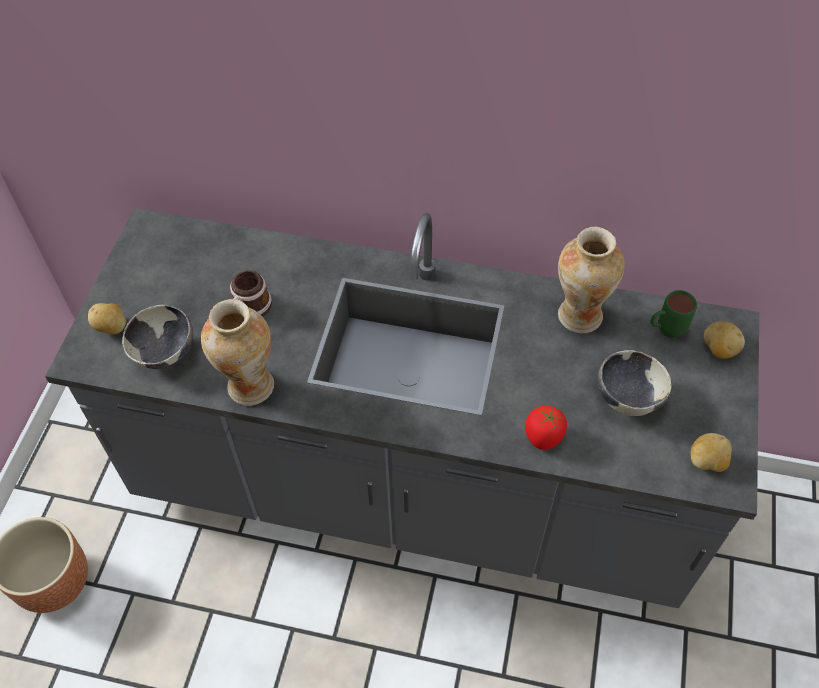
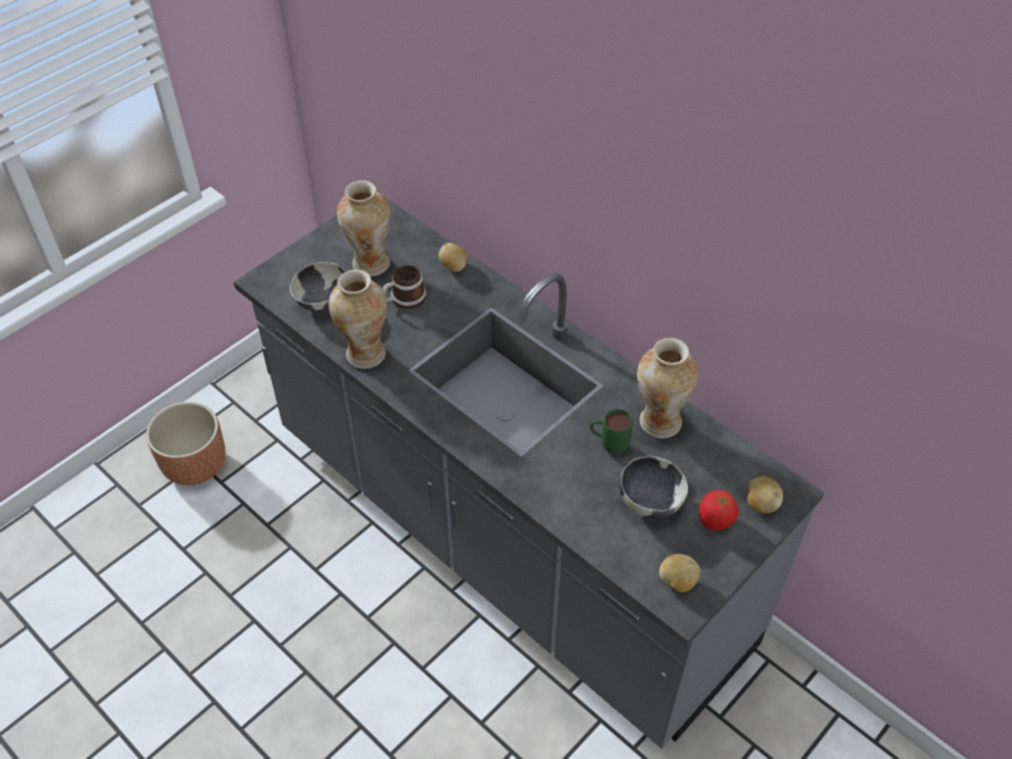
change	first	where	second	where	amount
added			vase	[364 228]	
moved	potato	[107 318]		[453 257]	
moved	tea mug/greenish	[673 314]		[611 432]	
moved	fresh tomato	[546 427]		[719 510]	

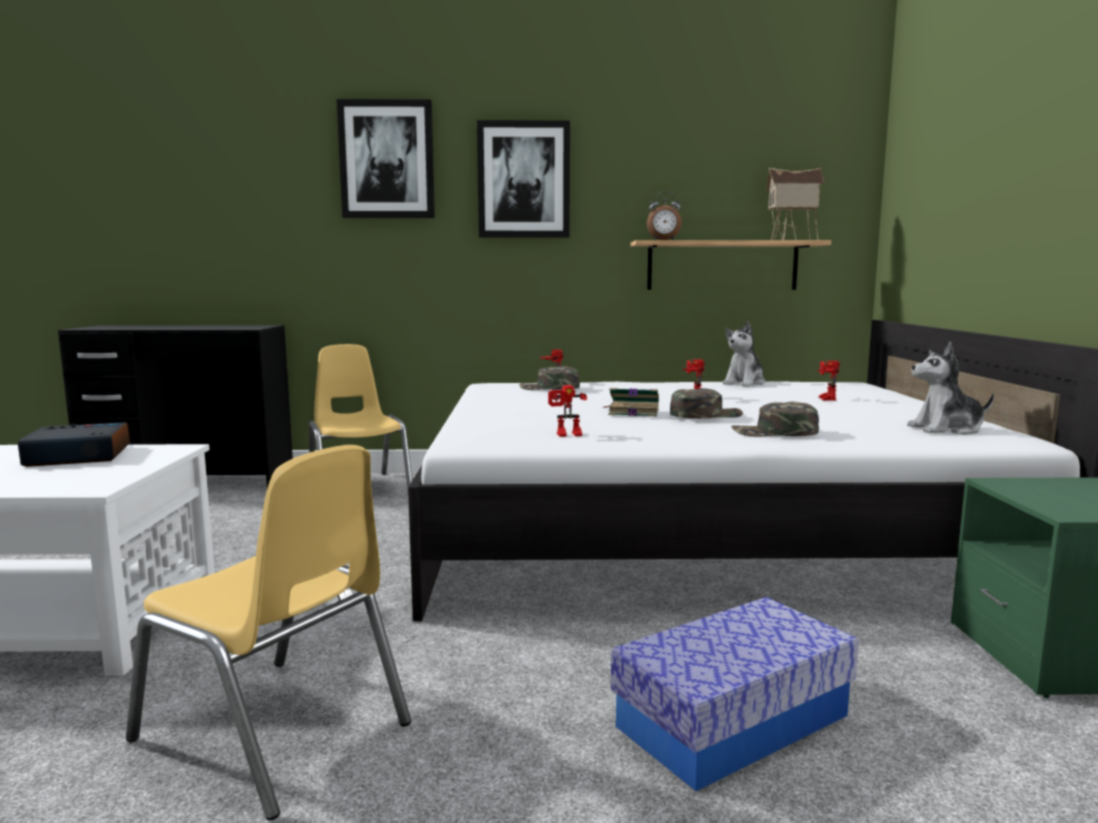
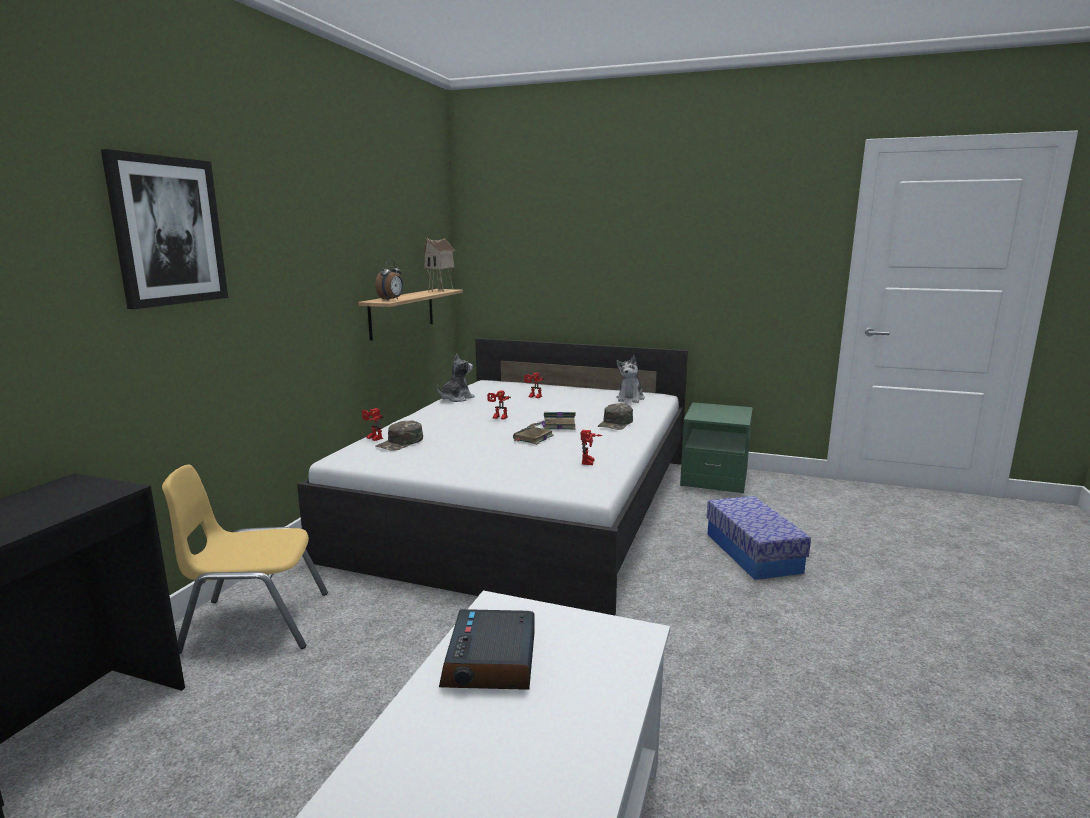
change	first	where	second	where	amount
turned	cuddly toy	[744 353]		[456 378]	105 degrees counterclockwise
replaced	peaked cap/greenish	[706 403]	book	[558 421]	
removed	chair/yellow-coloured	[268 633]			
removed	picture	[523 178]			

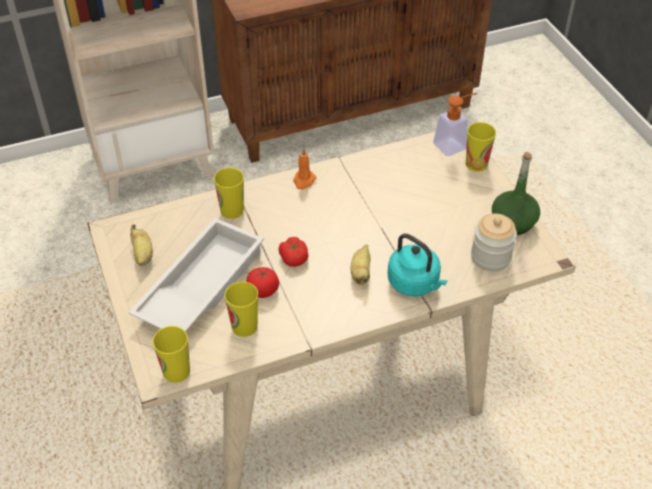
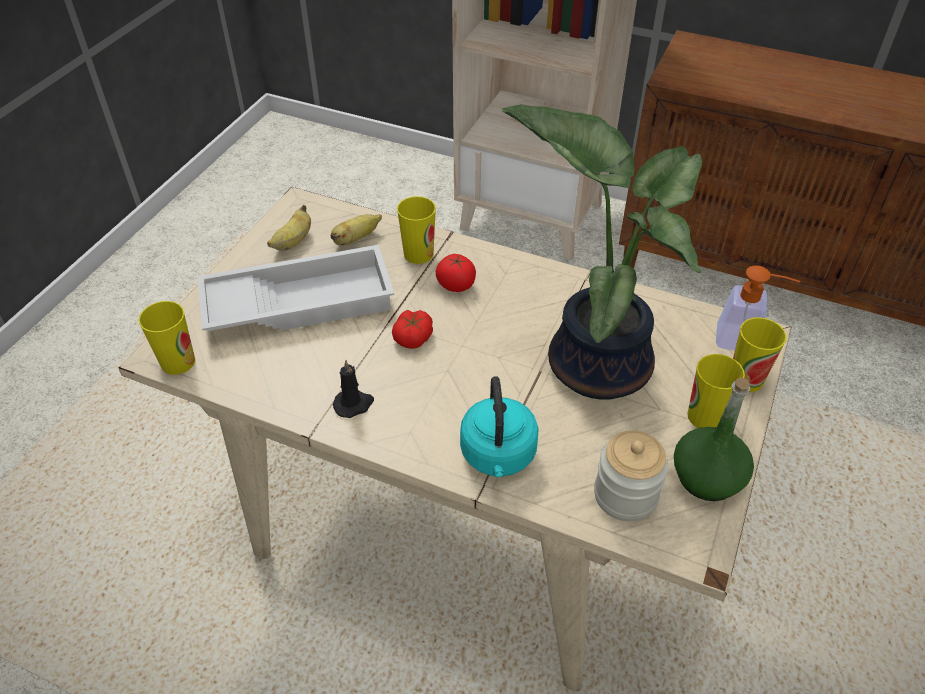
change	first	where	second	where	amount
moved	whole banana	[360 265]		[356 229]	
added			wax light/black	[353 389]	
moved	fresh tomato	[262 282]		[456 273]	
added			potted plant	[601 252]	
moved	cup	[241 309]		[716 391]	
removed	wax light/orange-coloured	[304 169]			

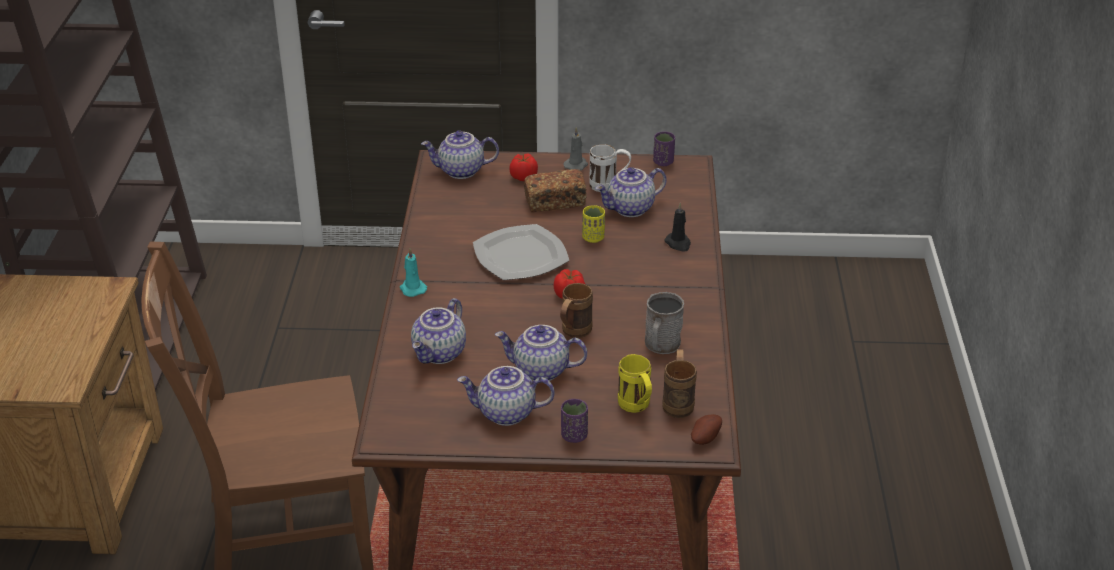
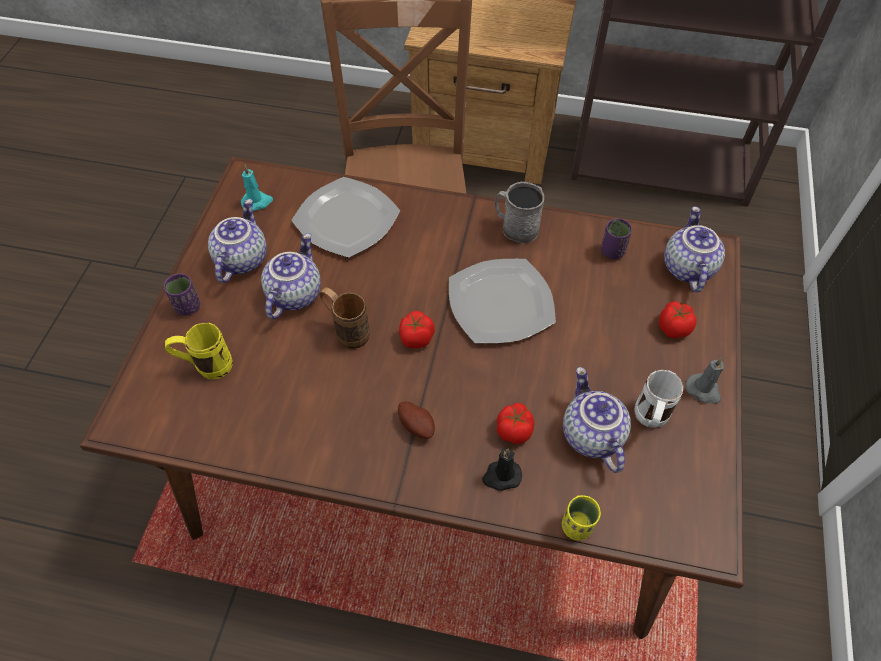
change	first	where	second	where	amount
moved	wax light/turquoise	[413 272]		[257 188]	
replaced	pot for tea	[438 331]	plate	[345 217]	
moved	potato	[706 429]		[416 420]	
moved	tea mug/greyish	[664 323]		[519 213]	
added			fresh tomato	[515 423]	
moved	cup/yellow-coloured	[593 224]		[581 518]	
moved	cup/purple	[664 149]		[616 238]	
removed	bread	[555 191]			
removed	tea mug/brown-coloured	[679 383]			

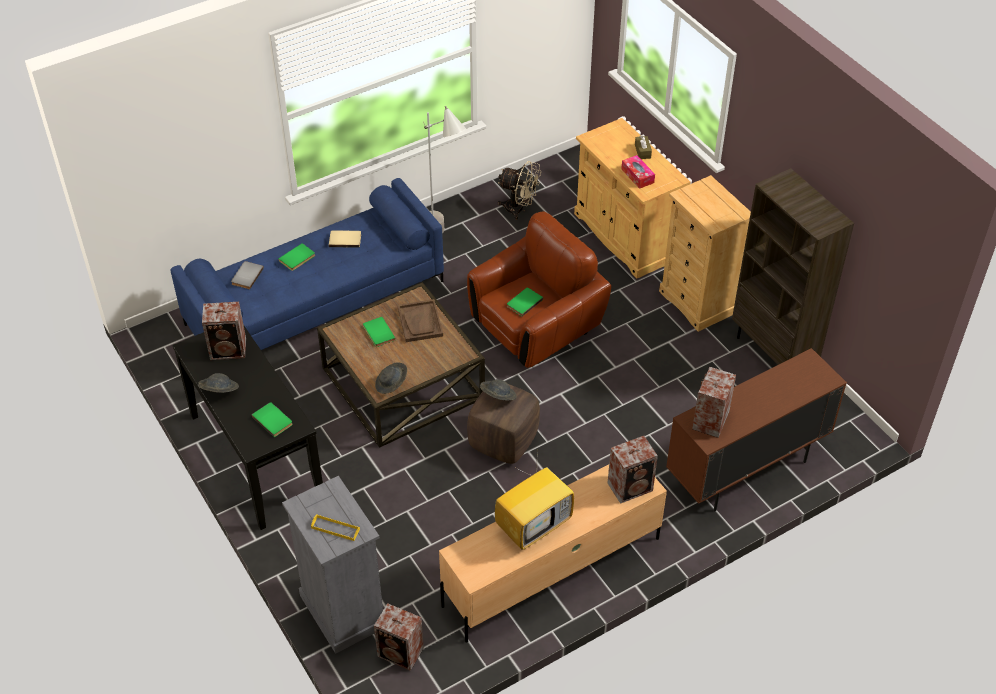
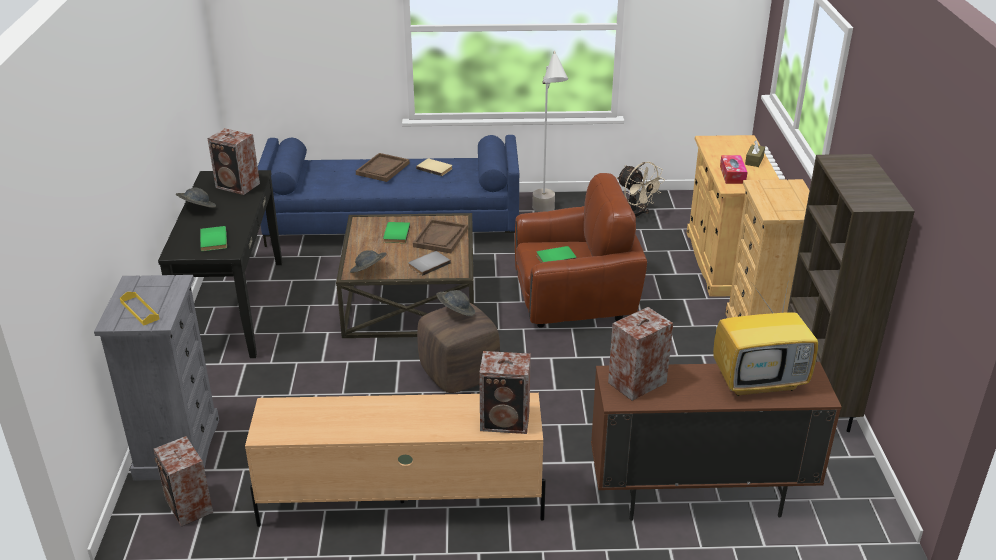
change	first	where	second	where	amount
replaced	book/greenish	[296 257]	tray/brown-coloured	[383 167]	
moved	book/greyish	[247 275]		[429 263]	
moved	TV set	[534 498]		[765 335]	

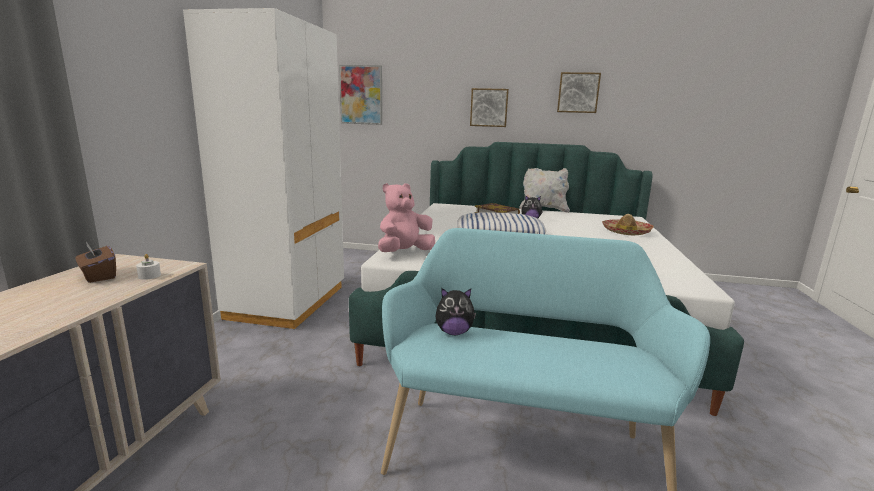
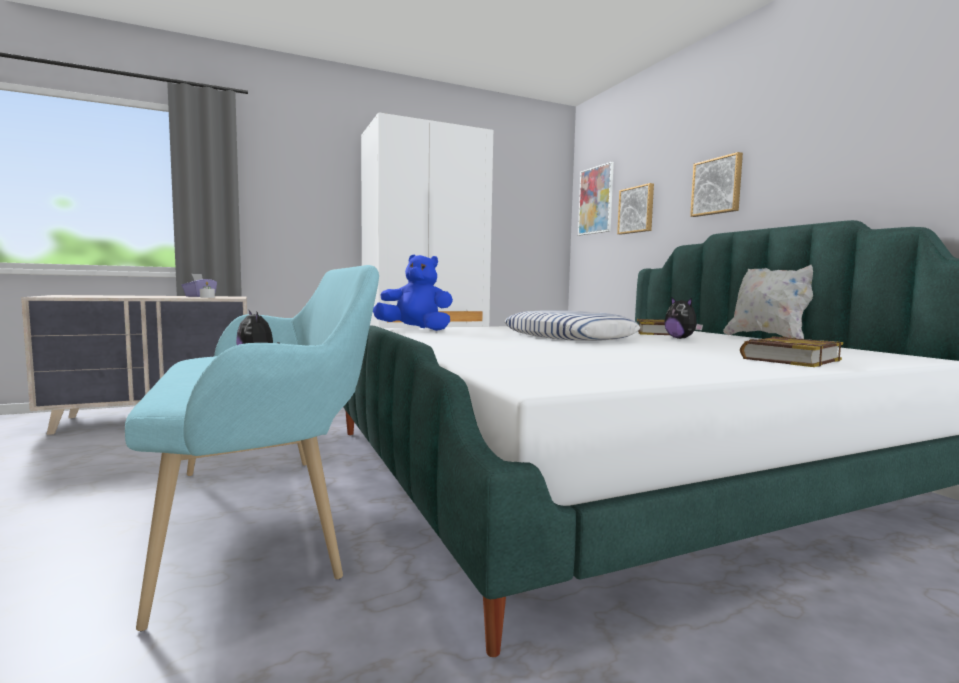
change	first	where	second	where	amount
recoloured	tissue holder/brown-coloured	[95 262]	tissue holder/purple	[199 285]	
recoloured	cuddly toy/pinkish	[406 217]	cuddly toy/bluish	[413 293]	
moved	picture	[579 92]		[635 209]	
replaced	clothing hat	[628 224]	book	[791 351]	

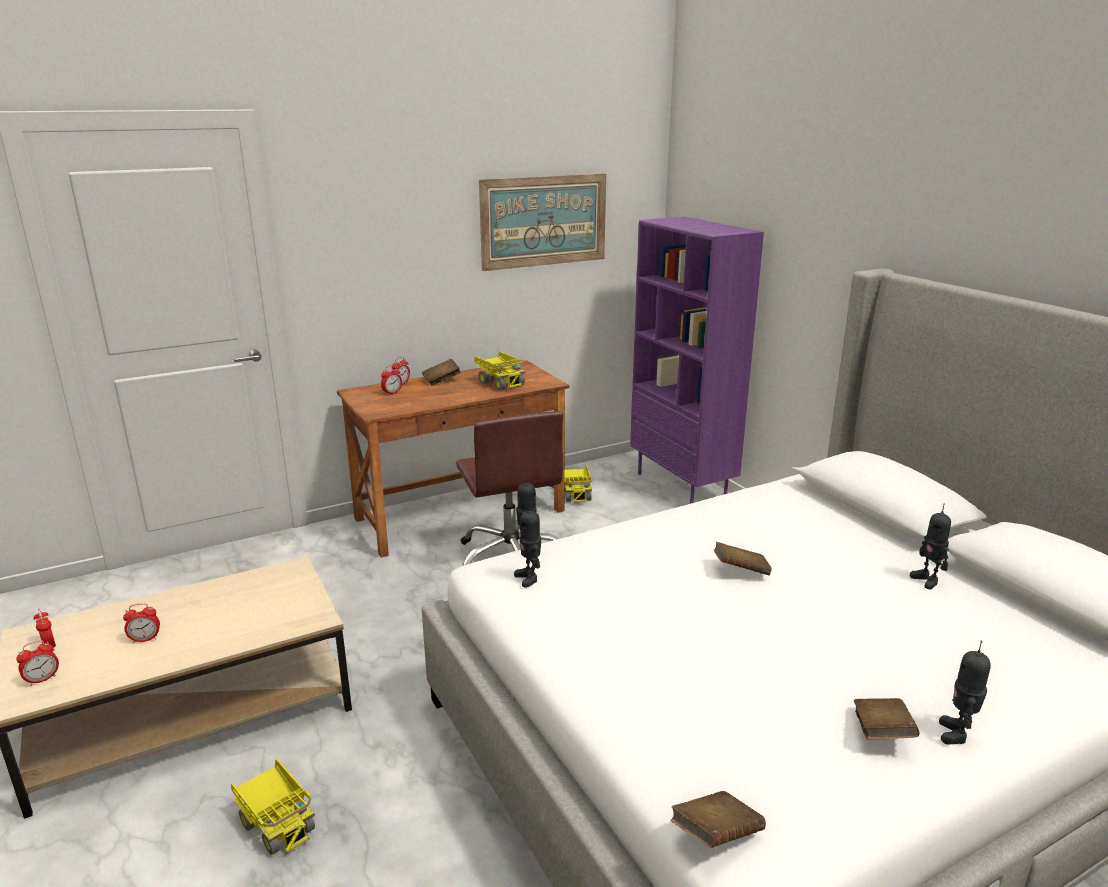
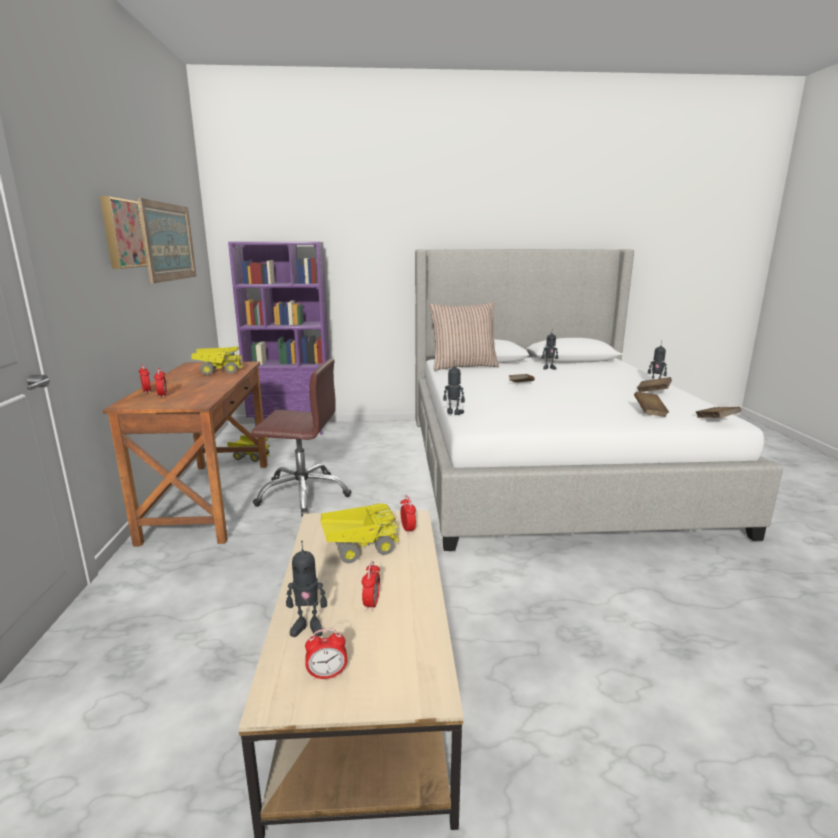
change	first	where	second	where	amount
added			picture	[124 232]	
moved	toy robot	[527 544]		[306 589]	
moved	toy truck	[273 807]		[360 533]	
moved	alarm clock	[37 663]		[408 515]	
added			pillow	[464 336]	
moved	book/brown-coloured	[441 372]		[651 404]	

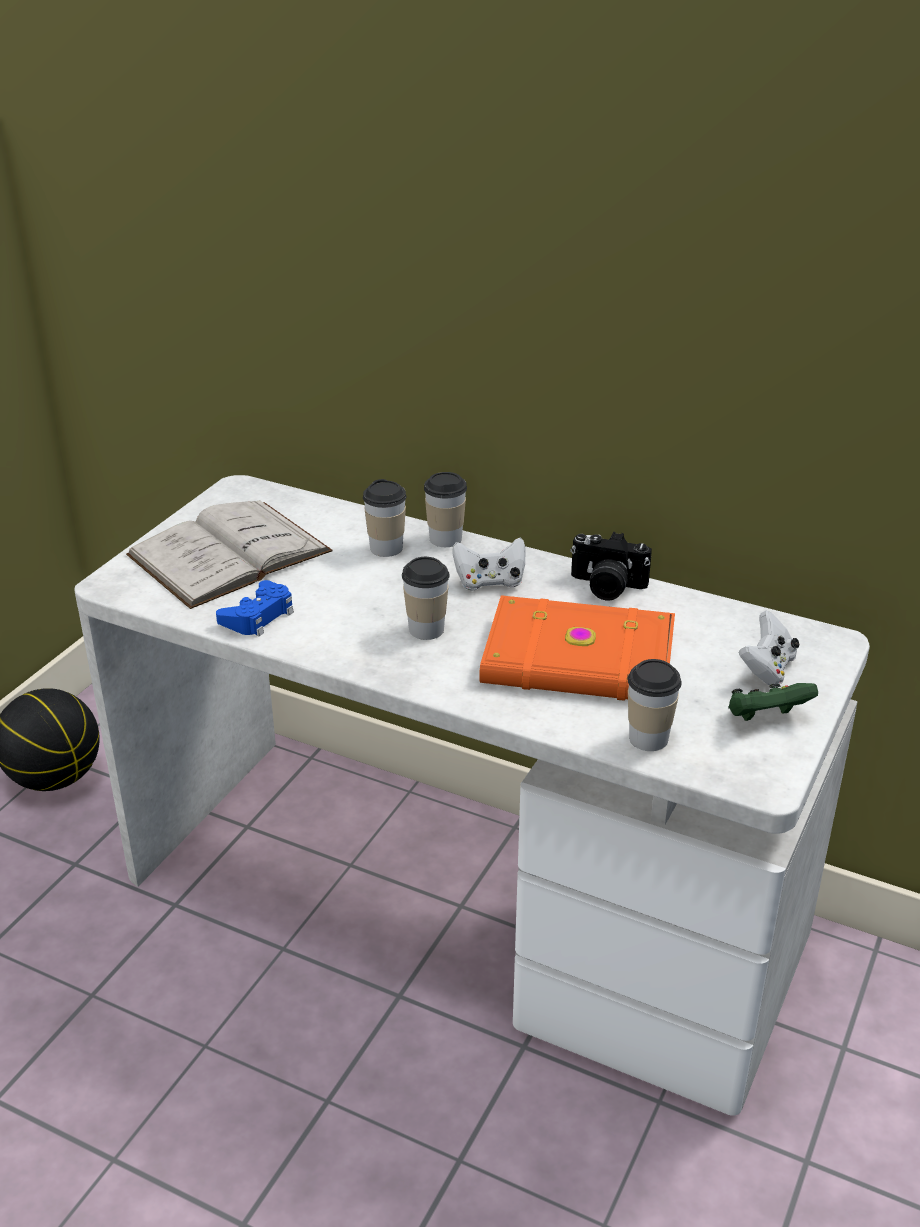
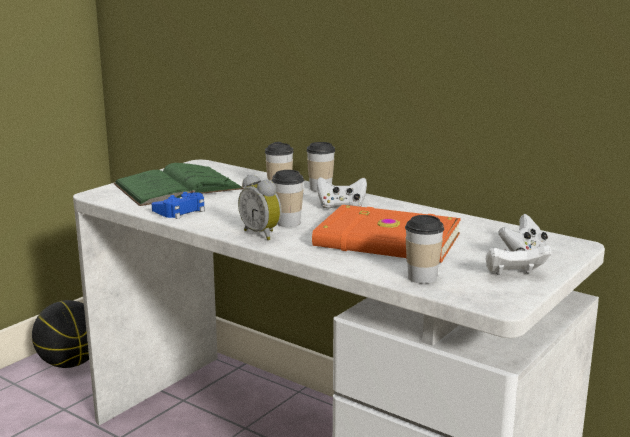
change	first	where	second	where	amount
recoloured	book/white-coloured	[229 554]	book/greenish	[179 184]	
added			alarm clock	[259 207]	
recoloured	game controller/greenish	[773 702]	game controller/white-coloured	[518 260]	
removed	photo camera	[611 566]			

